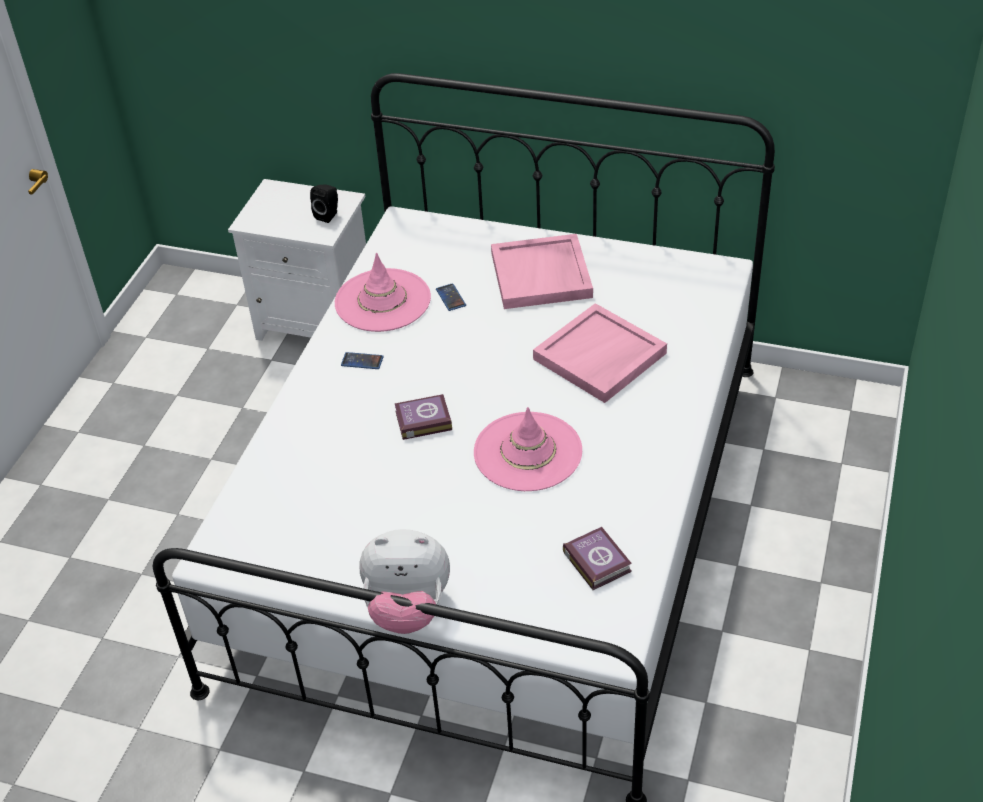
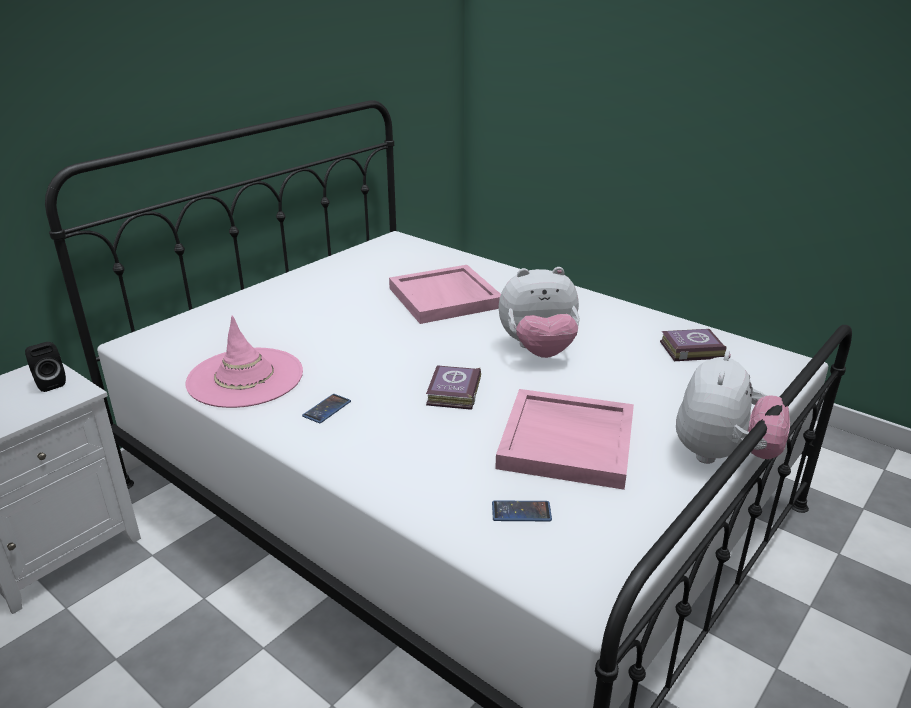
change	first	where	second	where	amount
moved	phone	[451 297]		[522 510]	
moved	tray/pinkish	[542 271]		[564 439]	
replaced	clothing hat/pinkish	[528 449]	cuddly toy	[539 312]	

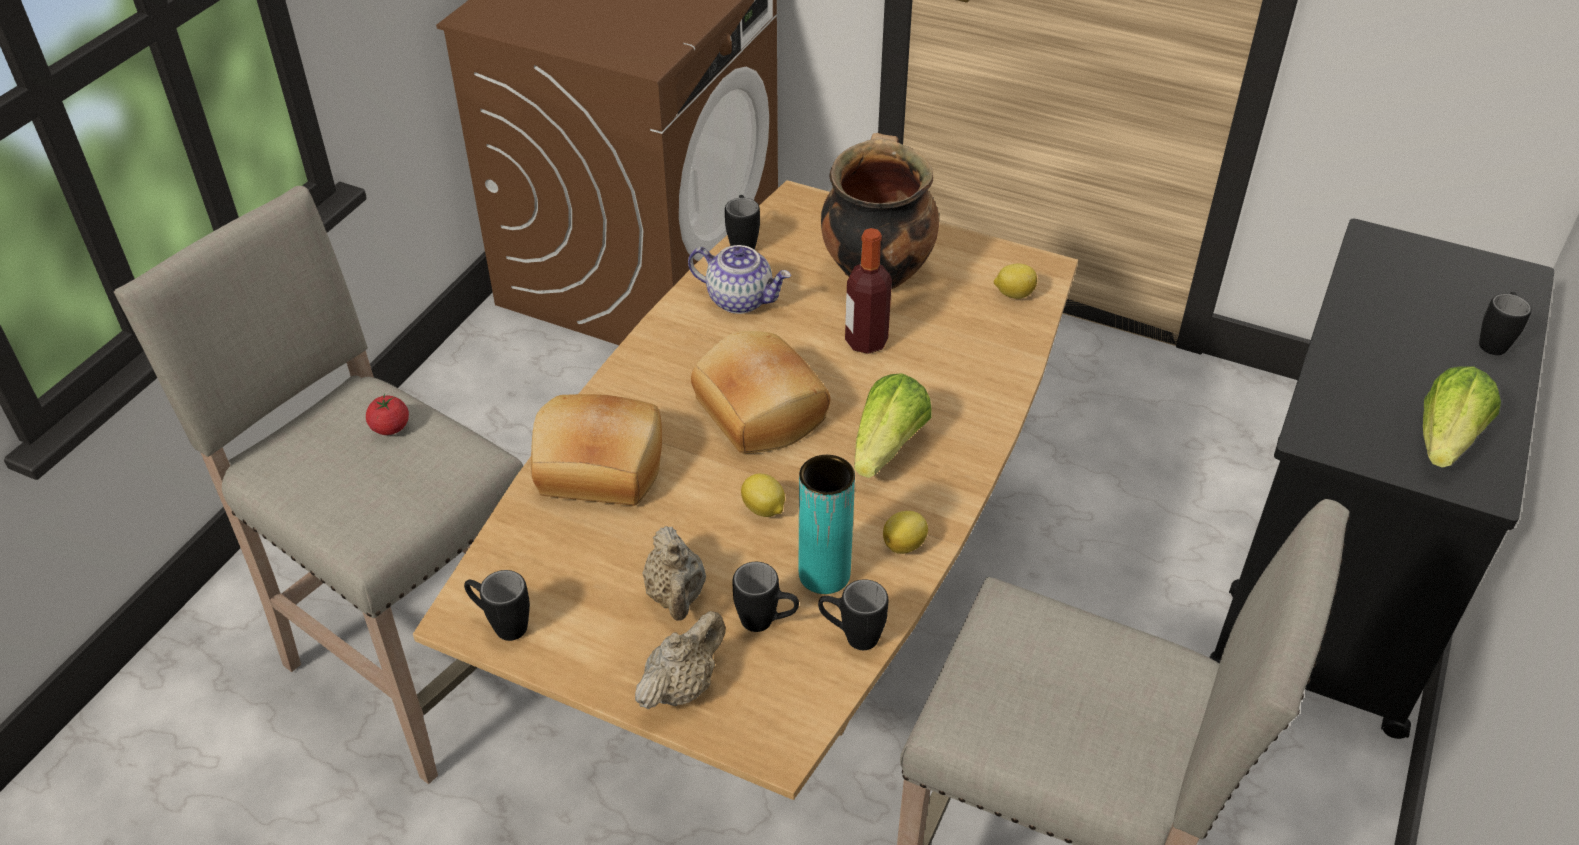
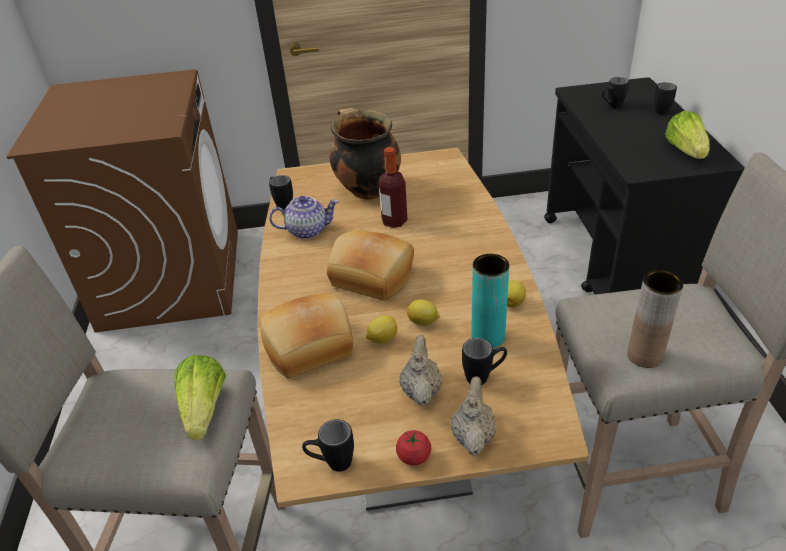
change	first	where	second	where	amount
moved	lettuce	[893 425]		[200 397]	
moved	lemon	[1015 281]		[381 329]	
moved	fresh tomato	[387 414]		[413 447]	
turned	pot for tea/beige-coloured	[674 573]		[420 370]	135 degrees counterclockwise
moved	tea mug/black	[853 614]		[615 93]	
added			vase/brown-coloured	[655 319]	

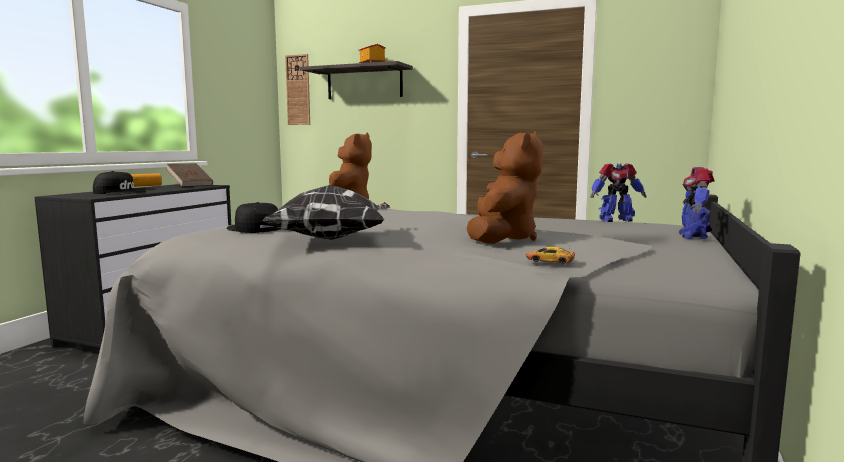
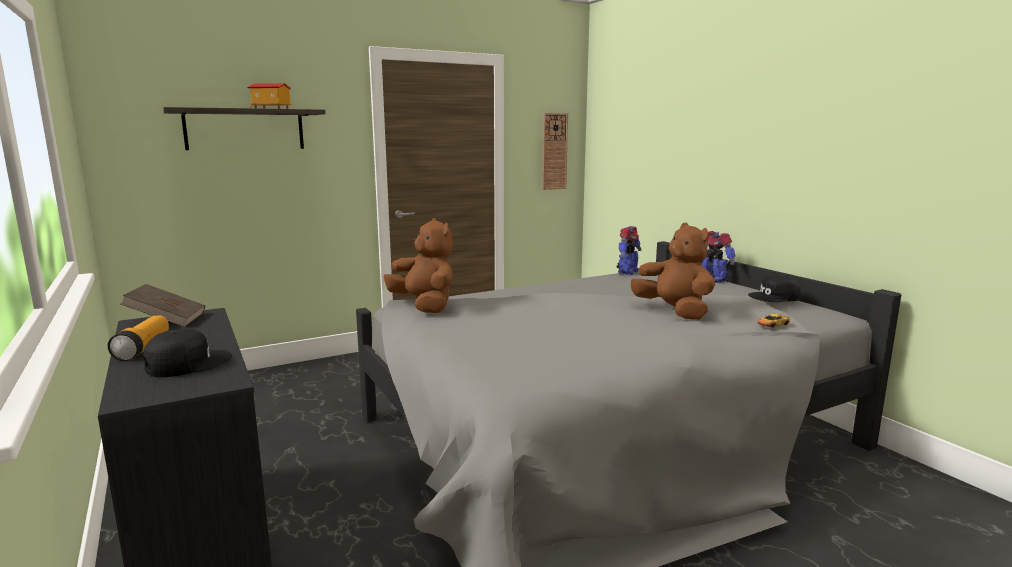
change	first	where	second	where	amount
moved	clock on the wall	[297 89]		[555 151]	
moved	peaked cap/black	[254 217]		[774 288]	
removed	pillow	[326 212]			

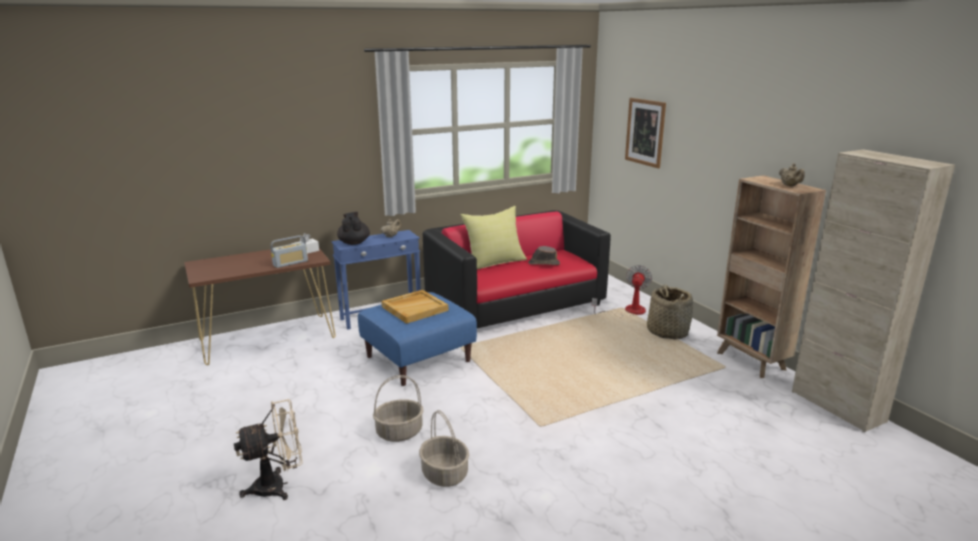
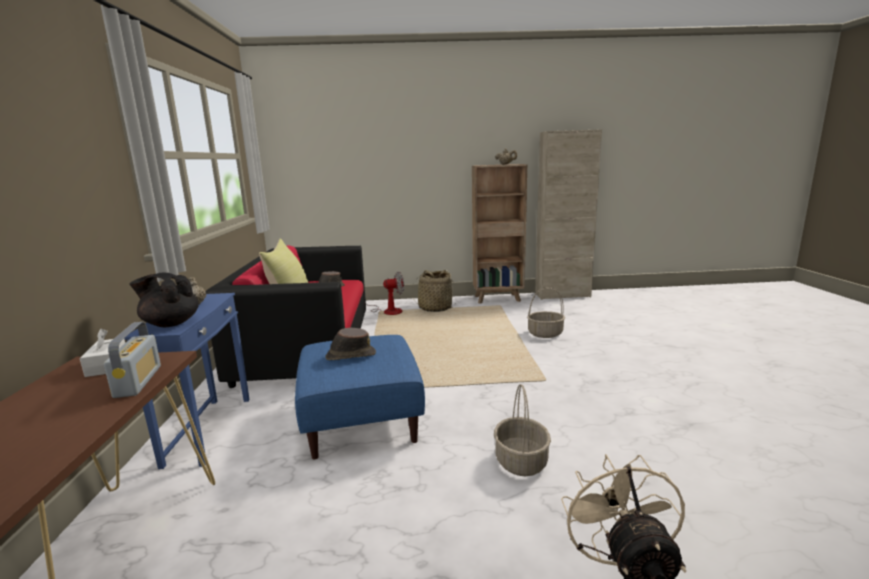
change	first	where	second	where	amount
replaced	tray/beige-coloured	[415 307]	clothing hat/brown-coloured	[350 344]	
turned	electric fan	[622 291]		[385 293]	120 degrees clockwise
moved	basket	[444 448]		[546 312]	
removed	picture	[645 133]			

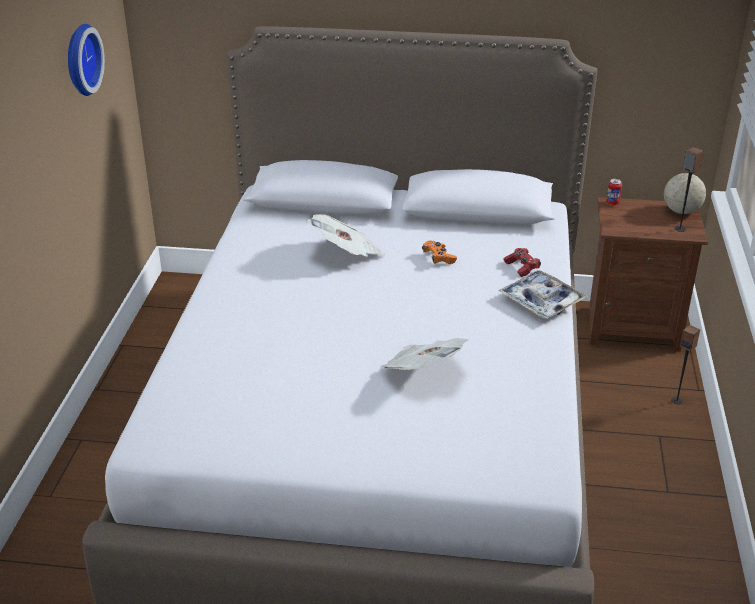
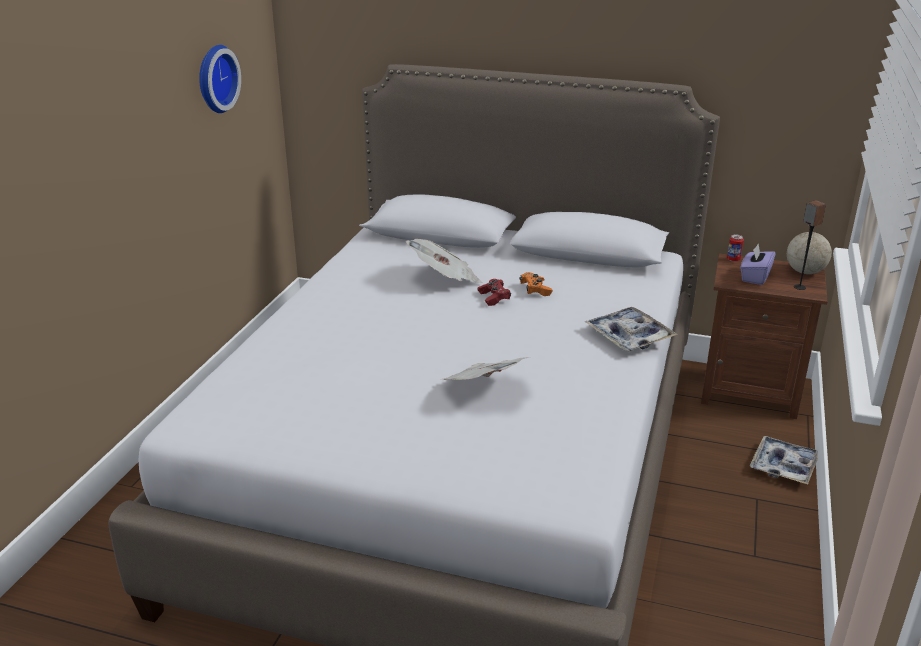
change	first	where	second	where	amount
moved	game controller/red-coloured	[522 262]		[494 292]	
added			tissue holder/purple	[758 264]	
replaced	loudspeaker	[685 364]	tray	[784 460]	

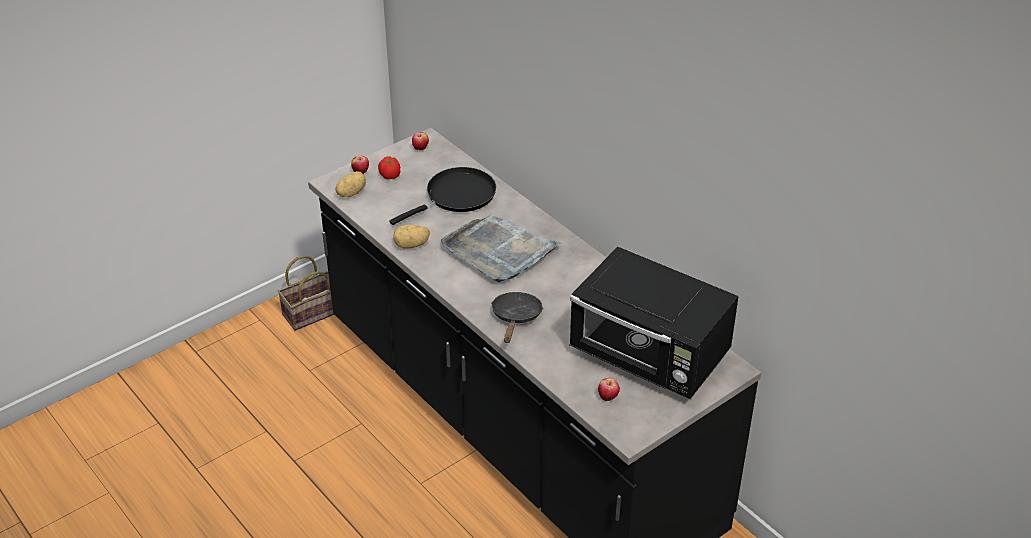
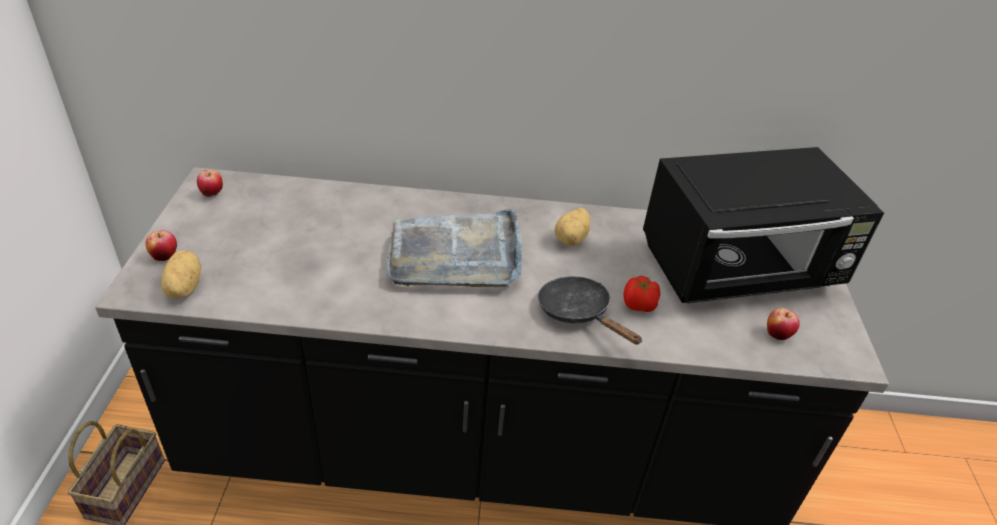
change	first	where	second	where	amount
moved	potato	[412 236]		[572 227]	
moved	fresh tomato	[389 167]		[642 294]	
removed	skillet/black	[442 196]			

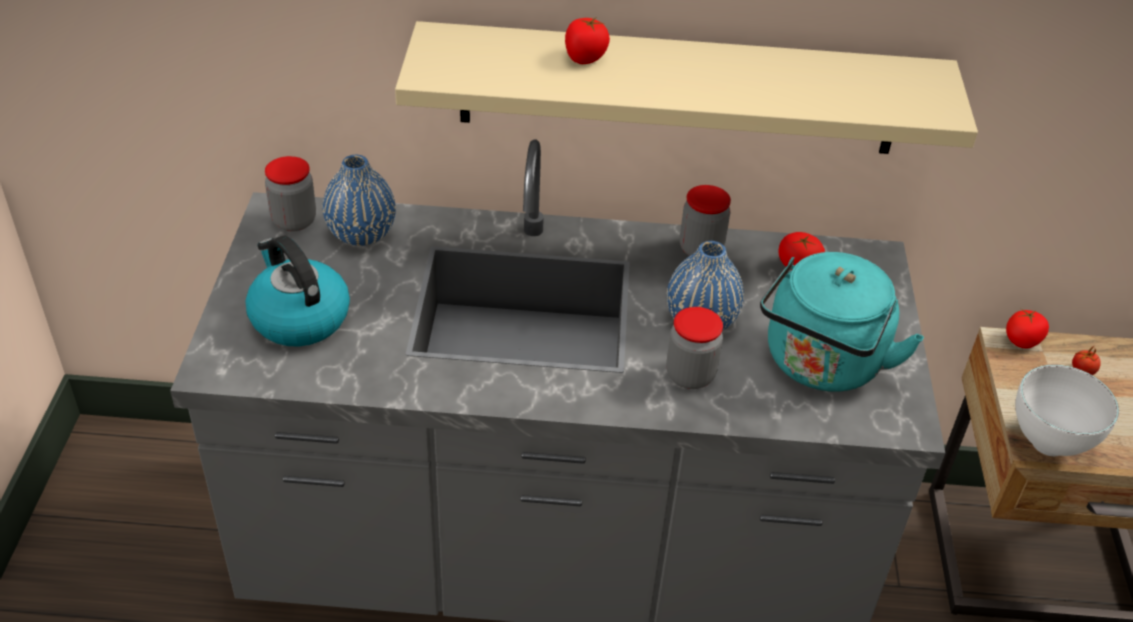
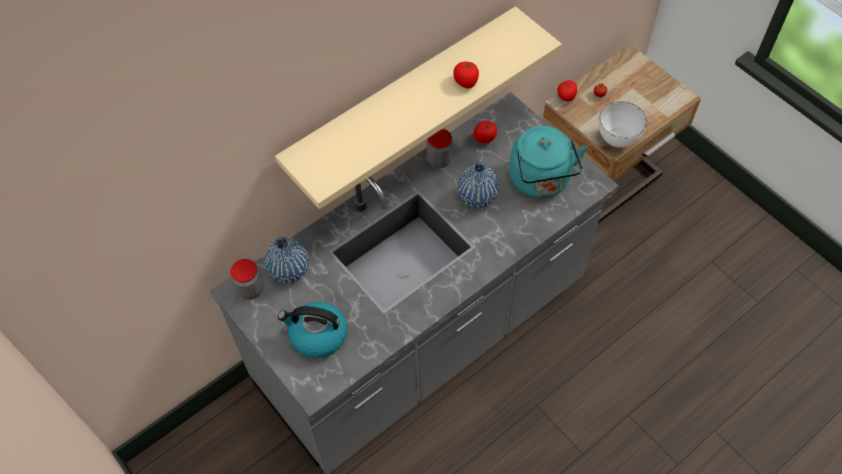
change	first	where	second	where	amount
moved	fresh tomato	[587 41]		[466 75]	
removed	storage jar	[694 348]			

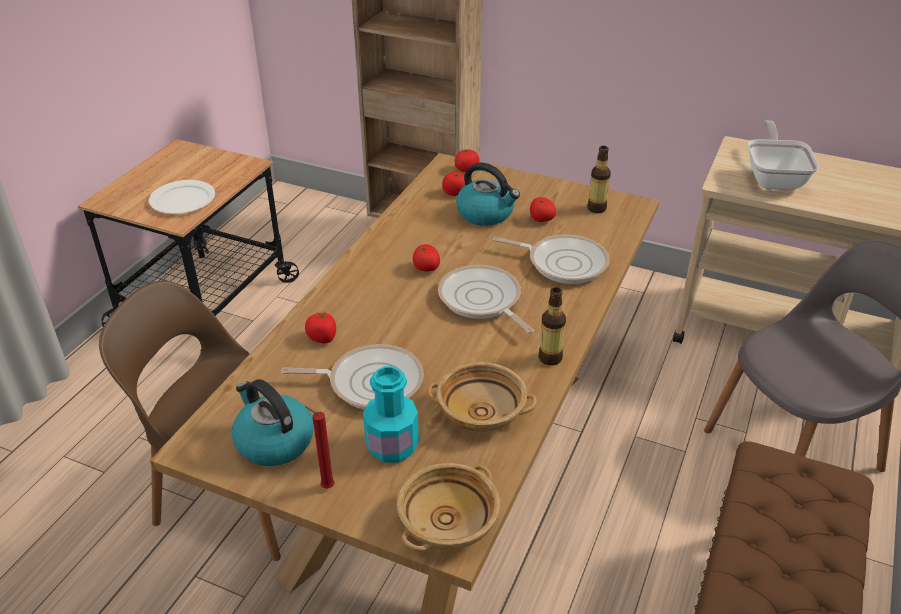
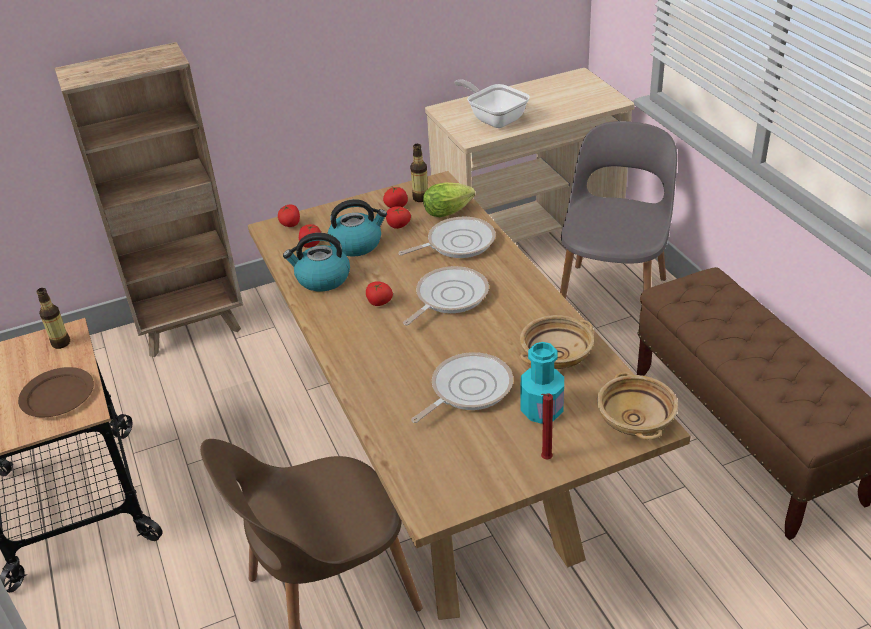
change	first	where	second	where	amount
recoloured	plate/white-coloured	[182 197]	plate/brown-coloured	[56 392]	
moved	beverage bottle	[552 326]		[53 318]	
moved	tea kettle	[273 422]		[316 262]	
moved	fresh tomato	[320 327]		[395 197]	
turned	skillet	[486 299]		[446 295]	120 degrees clockwise
added			lettuce	[449 200]	

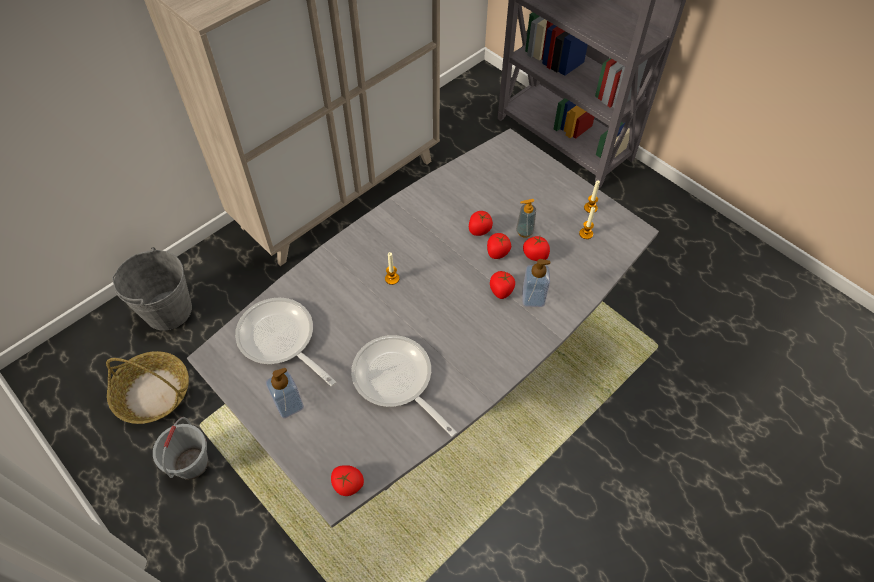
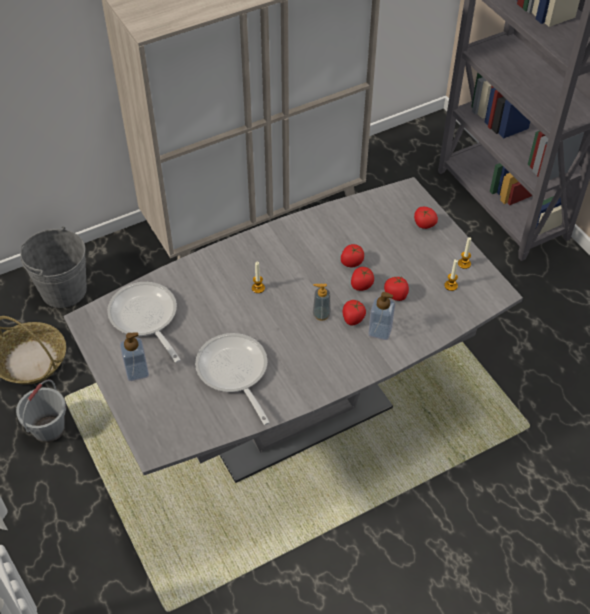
change	first	where	second	where	amount
moved	liquid soap bottle	[526 218]		[322 302]	
moved	fresh tomato	[347 480]		[426 218]	

